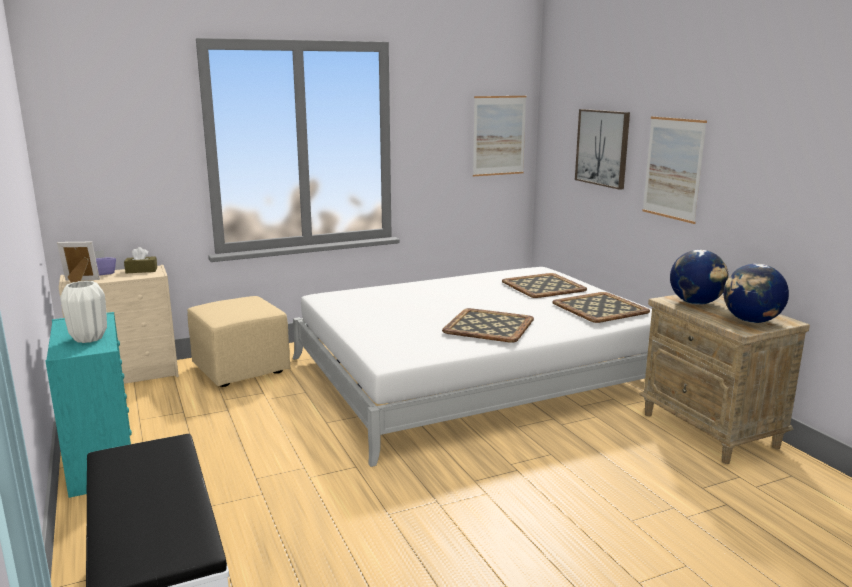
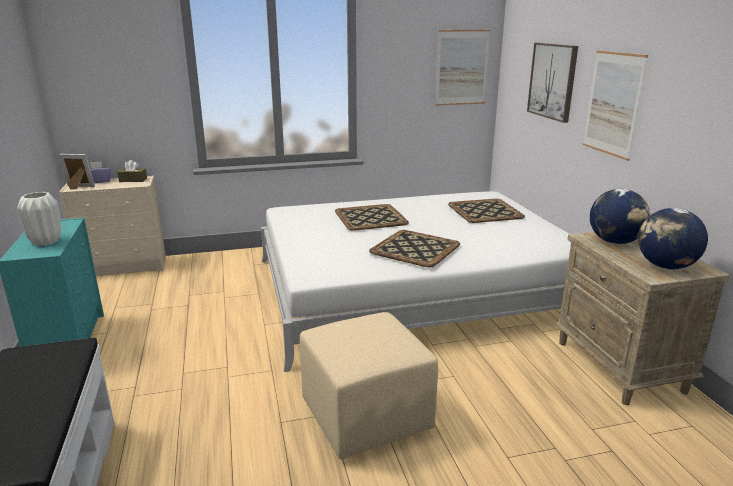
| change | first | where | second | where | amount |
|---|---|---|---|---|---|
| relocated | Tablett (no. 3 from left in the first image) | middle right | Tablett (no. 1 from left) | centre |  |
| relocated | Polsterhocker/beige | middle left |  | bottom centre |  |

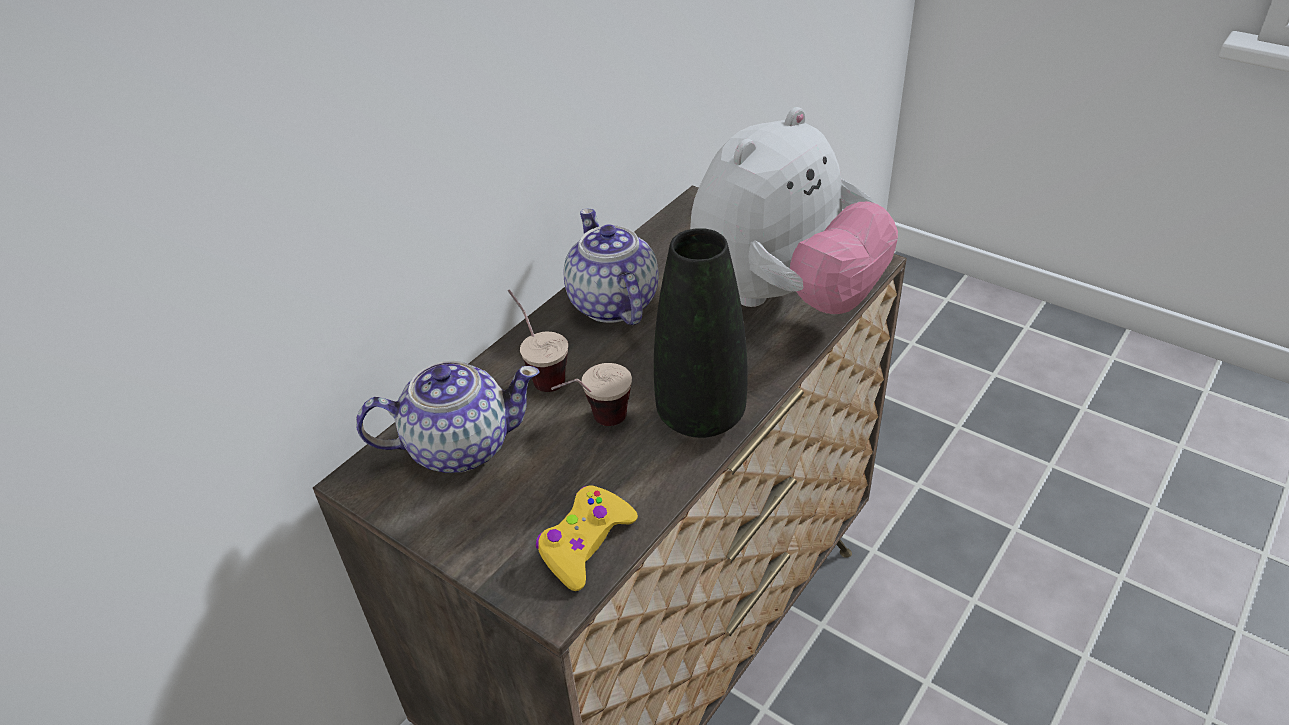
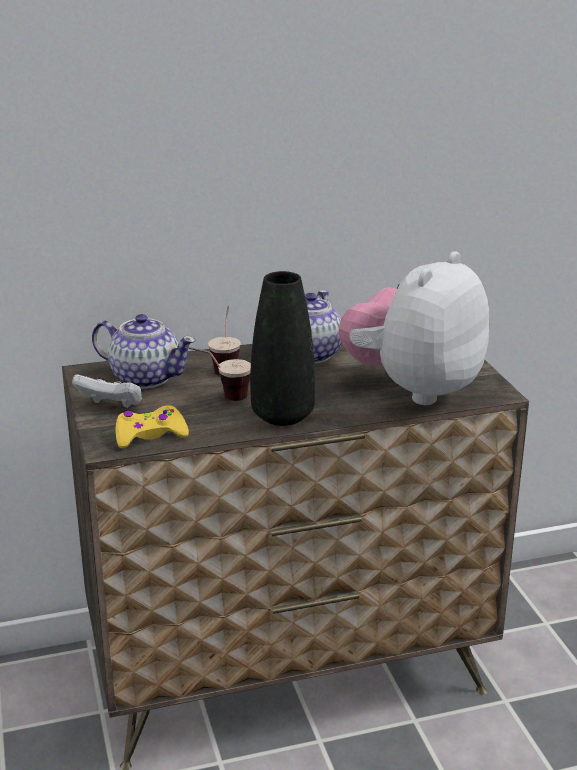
| change | first | where | second | where | amount |
|---|---|---|---|---|---|
| spun | Plüschtier | top centre |  | middle right | 135 degrees clockwise |
| appeared |  |  | Gamepad/weiß | middle left |  |

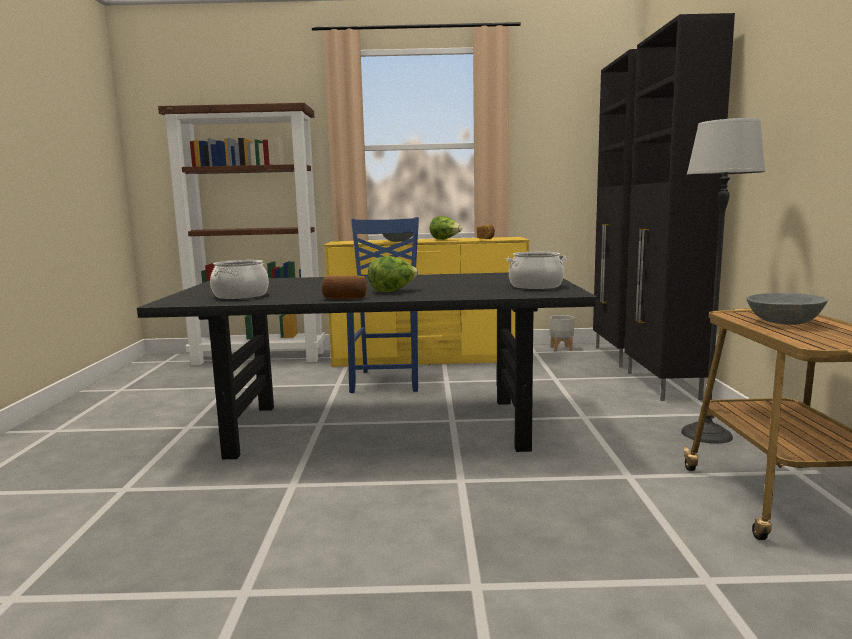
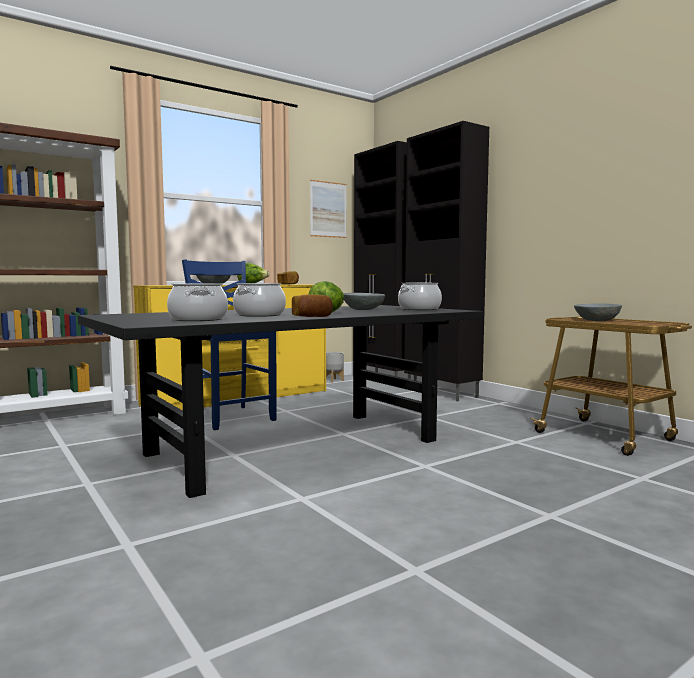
| change | first | where | second | where | amount |
|---|---|---|---|---|---|
| missing | Stehlampe | middle right |  |  |  |
| appeared |  |  | Bild | top centre |  |
| appeared |  |  | Kochtopf (no. 2 from left) | centre |  |
| appeared |  |  | Schüssel/grau (no. 2 from left) | centre |  |

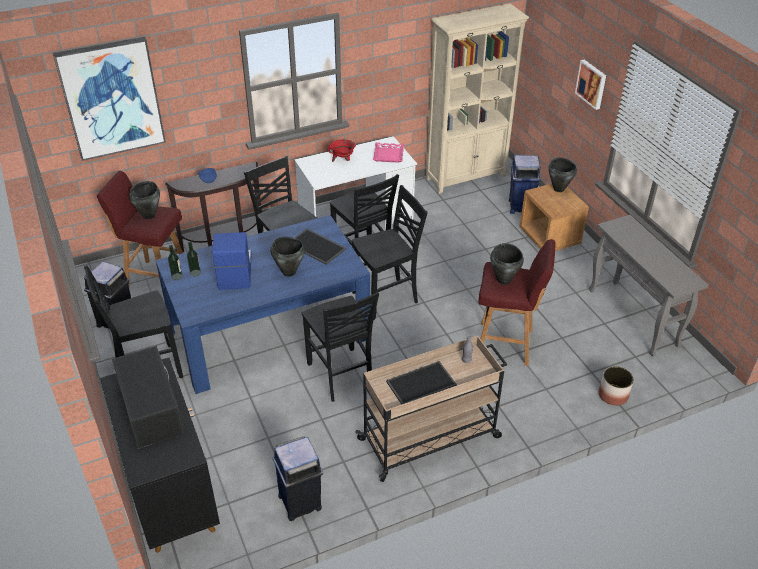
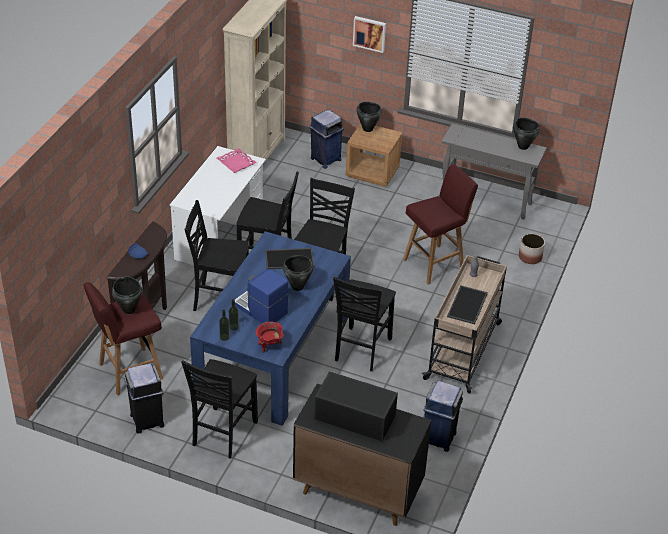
| change | first | where | second | where | amount |
|---|---|---|---|---|---|
| missing | Bild (no. 1 from left) | top left |  |  |  |
| relocated | Kochtopf/rot | top centre |  | centre |  |
| relocated | Kochtopf/schwarz (no. 3 from left in the first image) | middle right | Kochtopf/schwarz (no. 4 from left) | top right |  |
| spun | Stuhl/schwarz (no. 3 from left in the first image) | centre | Stuhl/schwarz (no. 5 from left) | centre | 90 degrees clockwise |

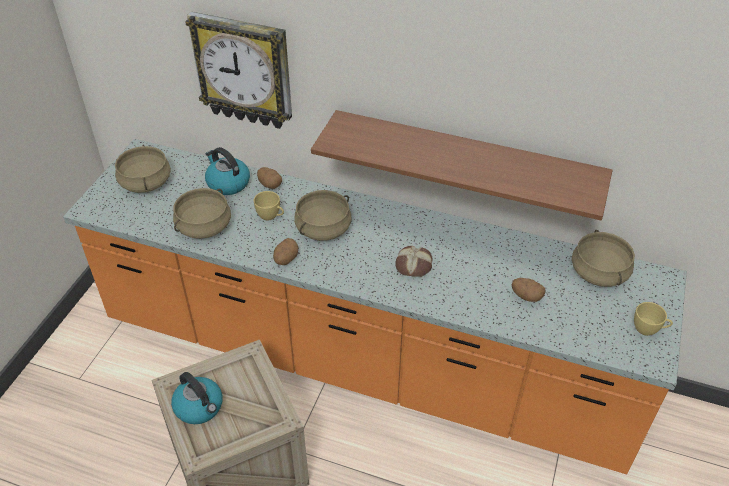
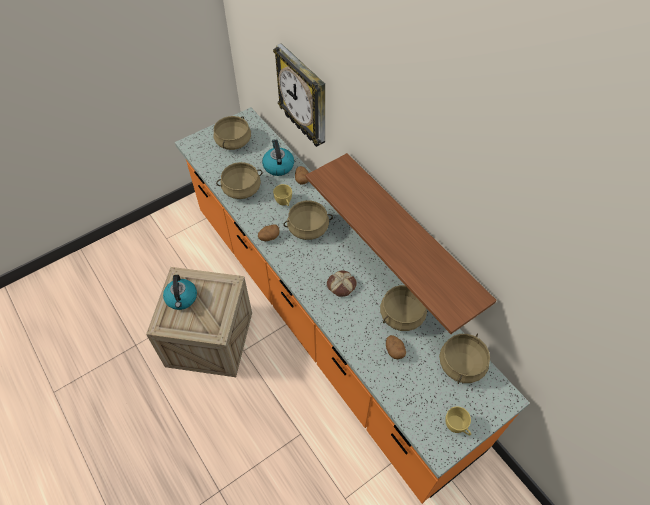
| change | first | where | second | where | amount |
|---|---|---|---|---|---|
| appeared |  |  | Kochtopf/beige (no. 4 from left) | centre |  |

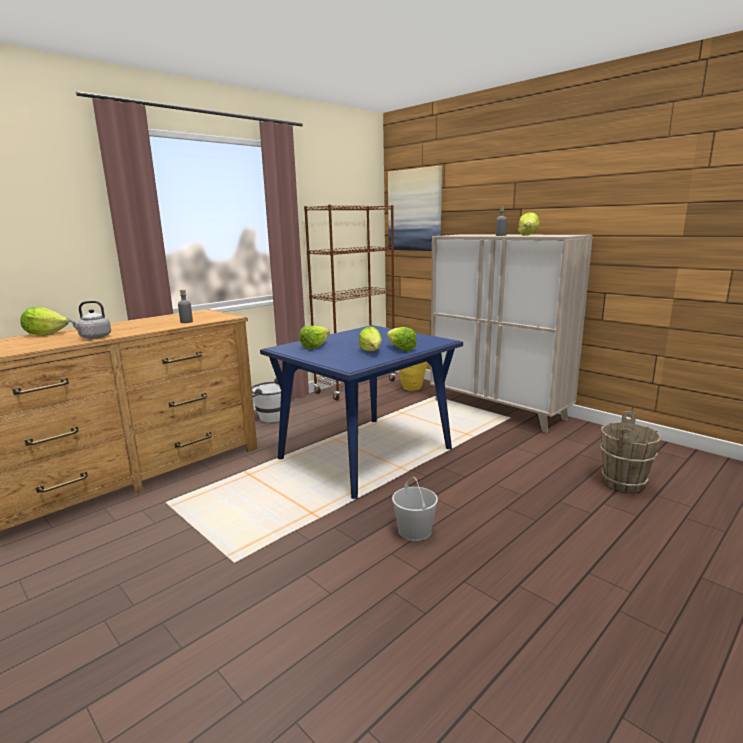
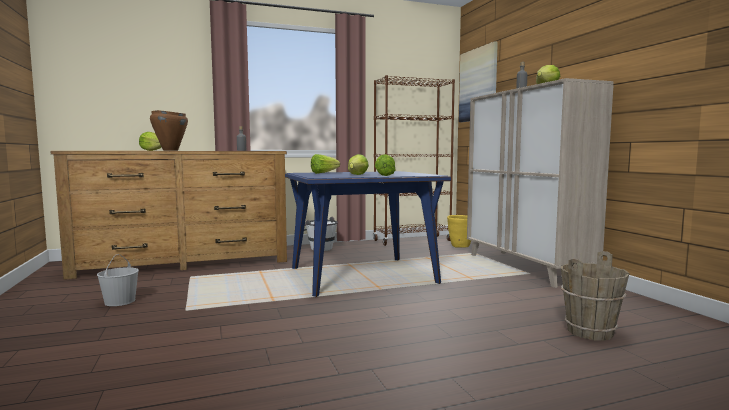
| change | first | where | second | where | amount |
|---|---|---|---|---|---|
| exchanged | Wasserkessel/grau | middle left | Kochtopf/braun | top left |  |
| relocated | Eimer/weiß (no. 2 from left in the first image) | bottom centre | Eimer/weiß (no. 1 from left) | bottom left |  |

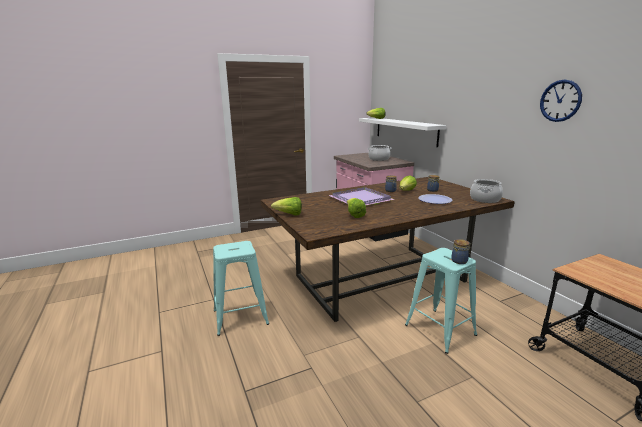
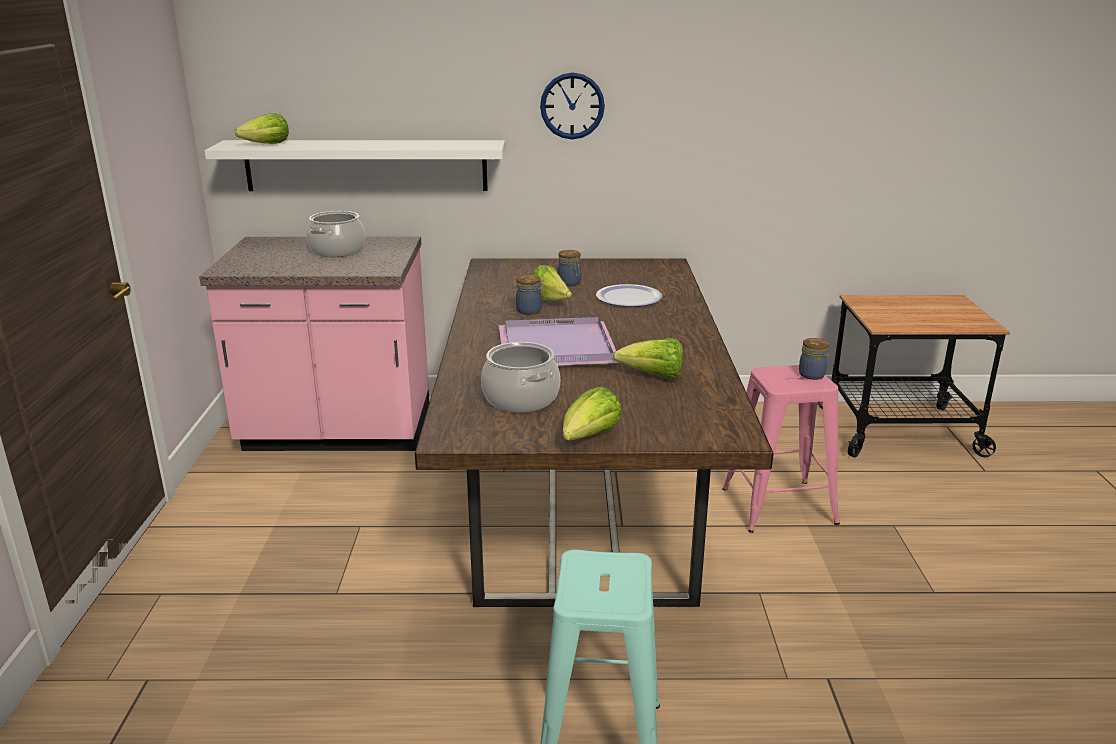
| change | first | where | second | where | amount |
|---|---|---|---|---|---|
| relocated | Wanduhr | top right |  | top centre |  |
| relocated | Kochtopf (no. 2 from left) | middle right |  | centre |  |
| colour | Hocker/türkis (no. 2 from left) | bottom right | Hocker/rosa | middle right |  |

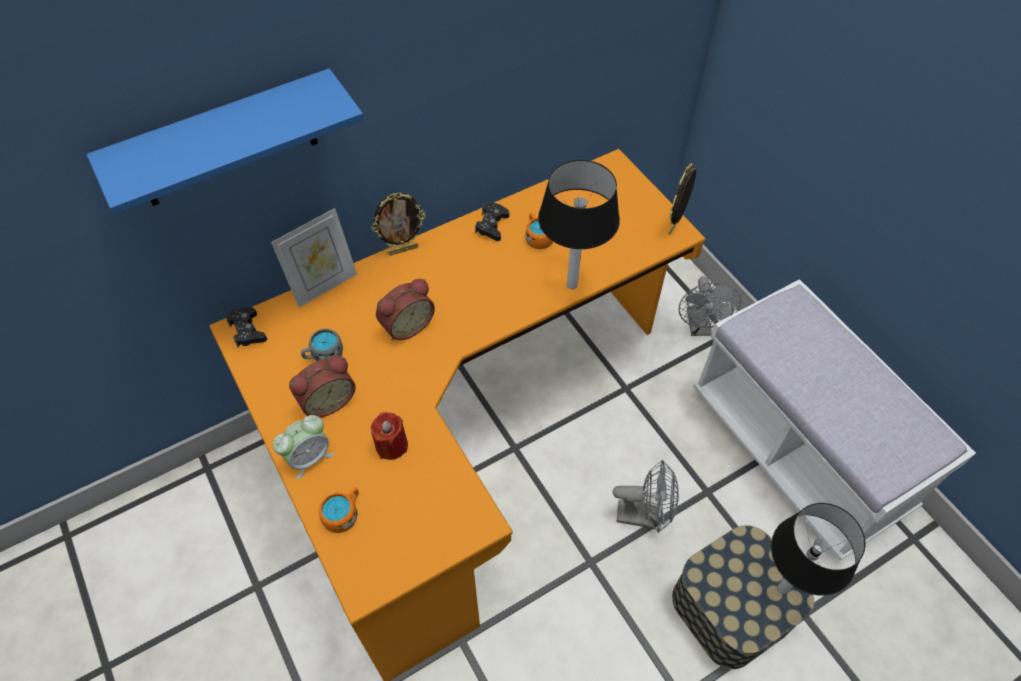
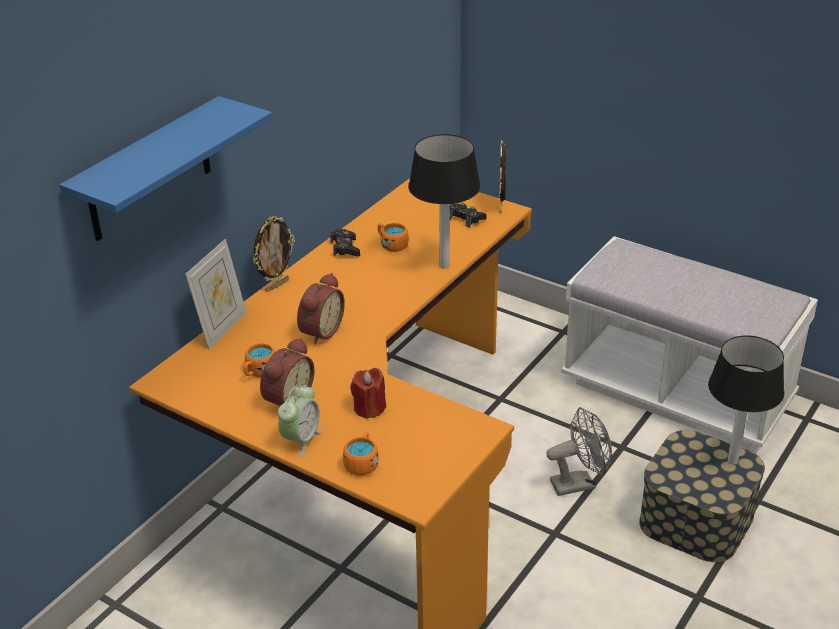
| change | first | where | second | where | amount |
|---|---|---|---|---|---|
| missing | Ventilator/grau (no. 2 from left) | middle right |  |  |  |
| relocated | Gamepad/schwarz (no. 1 from left in the first image) | middle left | Gamepad/schwarz (no. 2 from left) | centre |  |
| colour | Henkelbecher/grau | middle left | Henkelbecher/orange (no. 1 from left) | middle left |  |

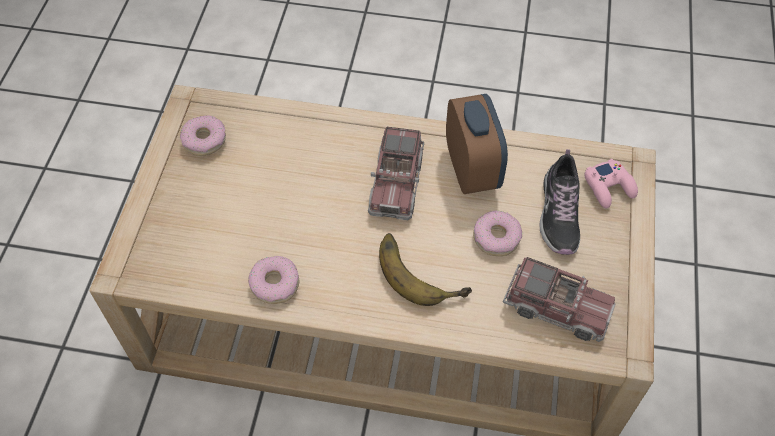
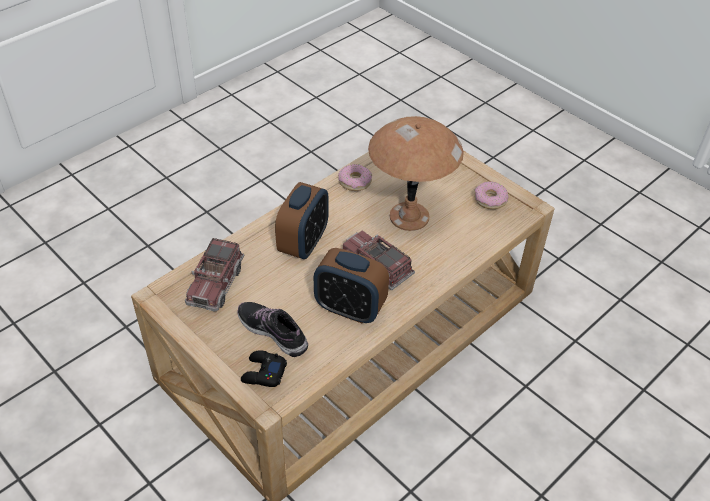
| change | first | where | second | where | amount |
|---|---|---|---|---|---|
| colour | Gamepad/rosa | middle right | Gamepad/schwarz | bottom centre |  |
| missing | Donut (no. 3 from left) | centre |  |  |  |
| exchanged | Banane | centre | Wecker (no. 1 from left) | centre |  |
| spun | Spielzeuglaster (no. 2 from left in the first image) | bottom right | Spielzeuglaster (no. 1 from left) | middle left | 45 degrees counterclockwise |
| appeared |  |  | Tischlampe/braun | centre |  |

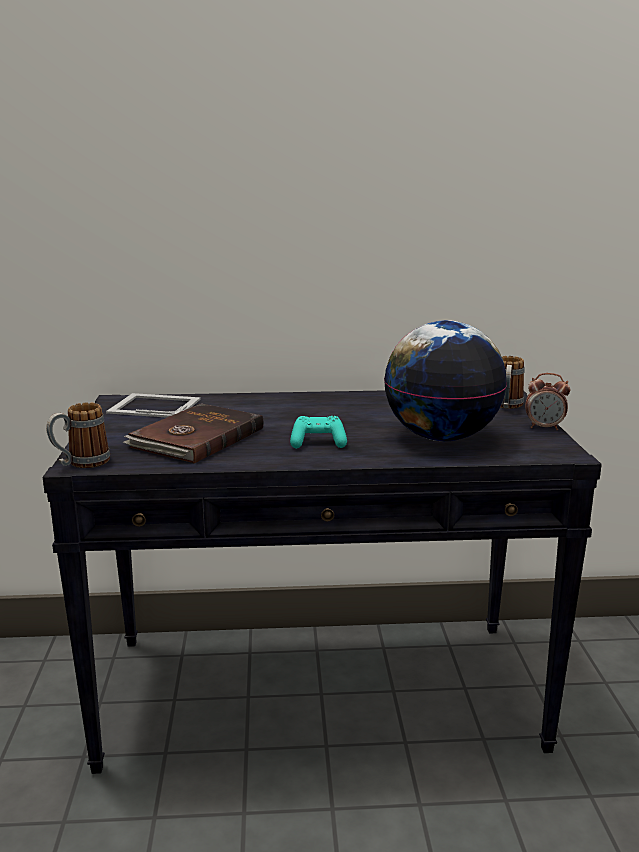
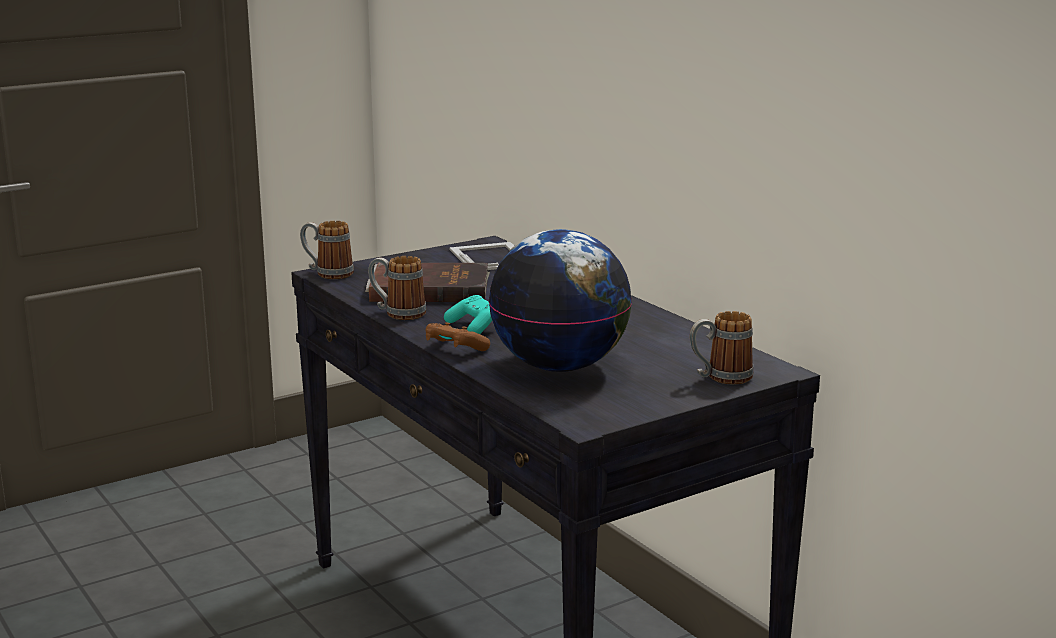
| change | first | where | second | where | amount |
|---|---|---|---|---|---|
| missing | Wecker | middle right |  |  |  |
| appeared |  |  | Henkelbecher (no. 2 from left) | centre |  |
| appeared |  |  | Gamepad/braun | centre |  |

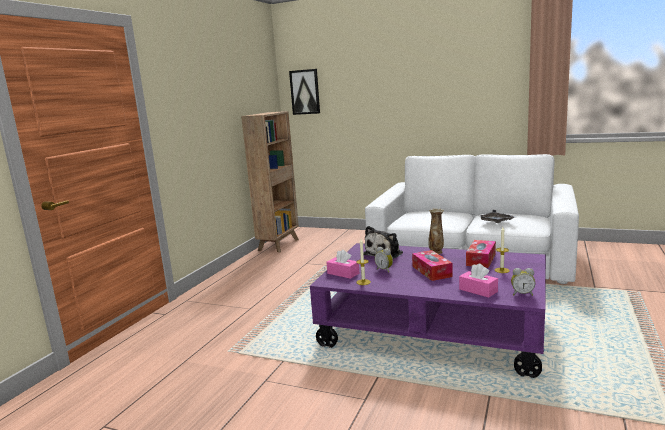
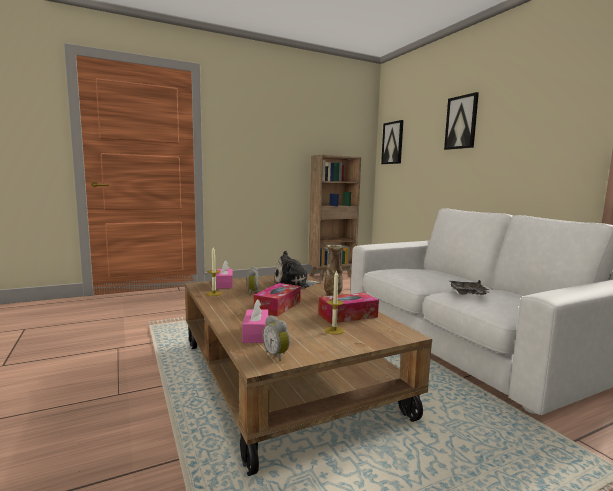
| change | first | where | second | where | amount |
|---|---|---|---|---|---|
| colour | Couchtisch/lila | bottom centre | Couchtisch/braun | bottom centre |  |
| appeared |  |  | Bild (no. 2 from left) | top right |  |

